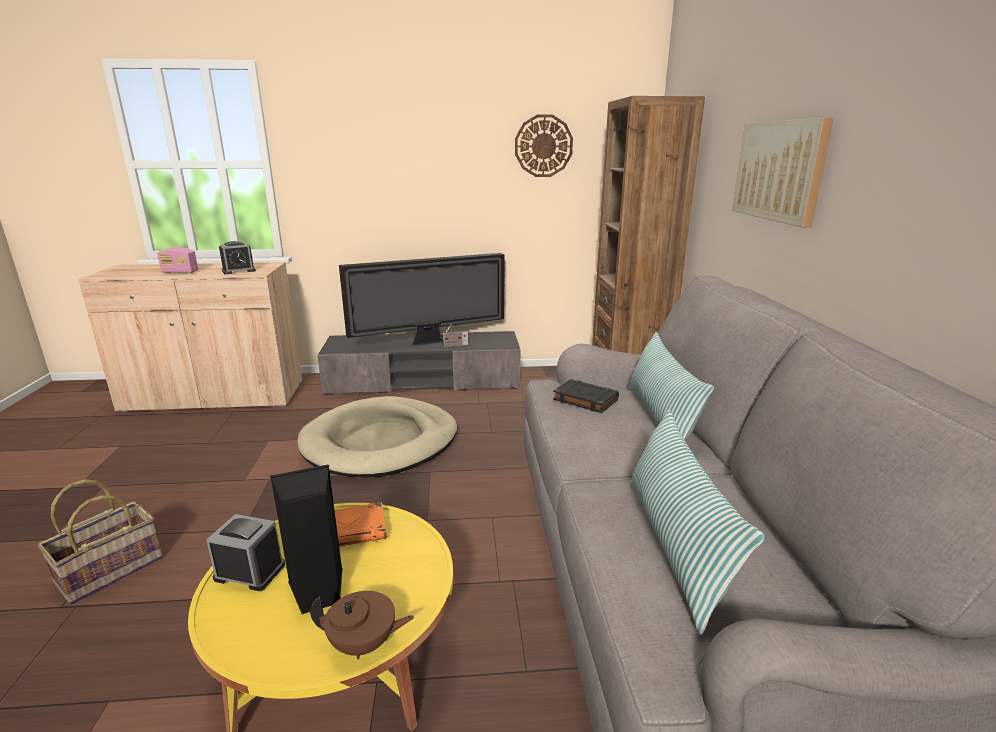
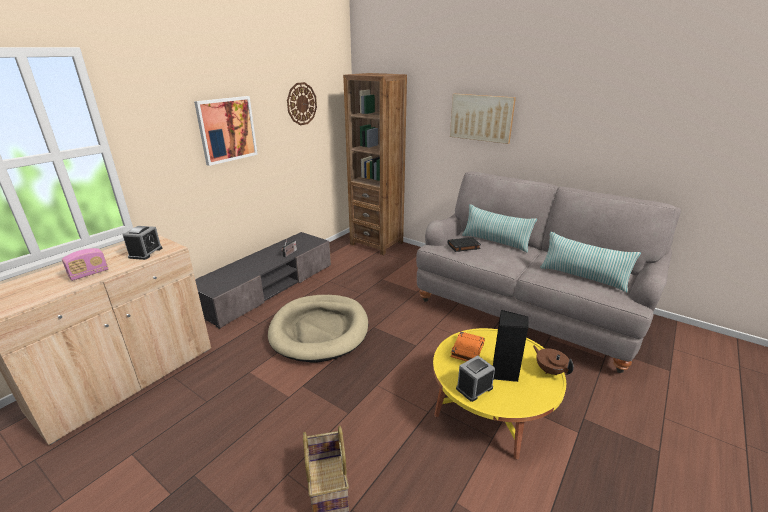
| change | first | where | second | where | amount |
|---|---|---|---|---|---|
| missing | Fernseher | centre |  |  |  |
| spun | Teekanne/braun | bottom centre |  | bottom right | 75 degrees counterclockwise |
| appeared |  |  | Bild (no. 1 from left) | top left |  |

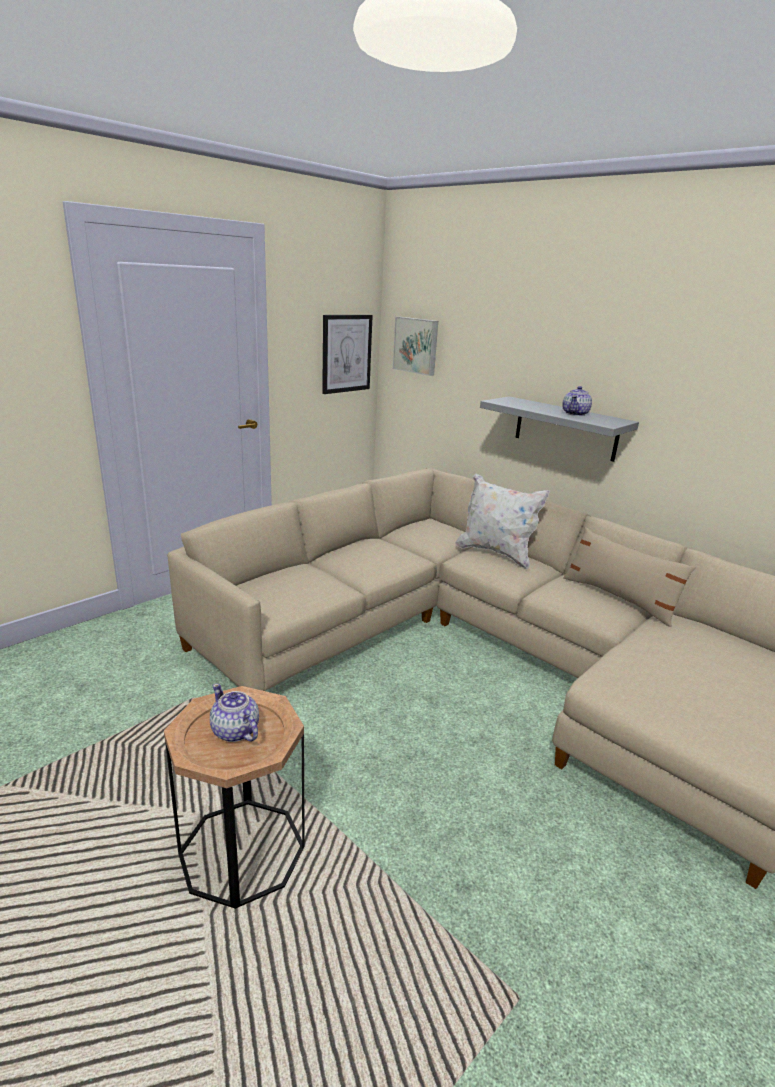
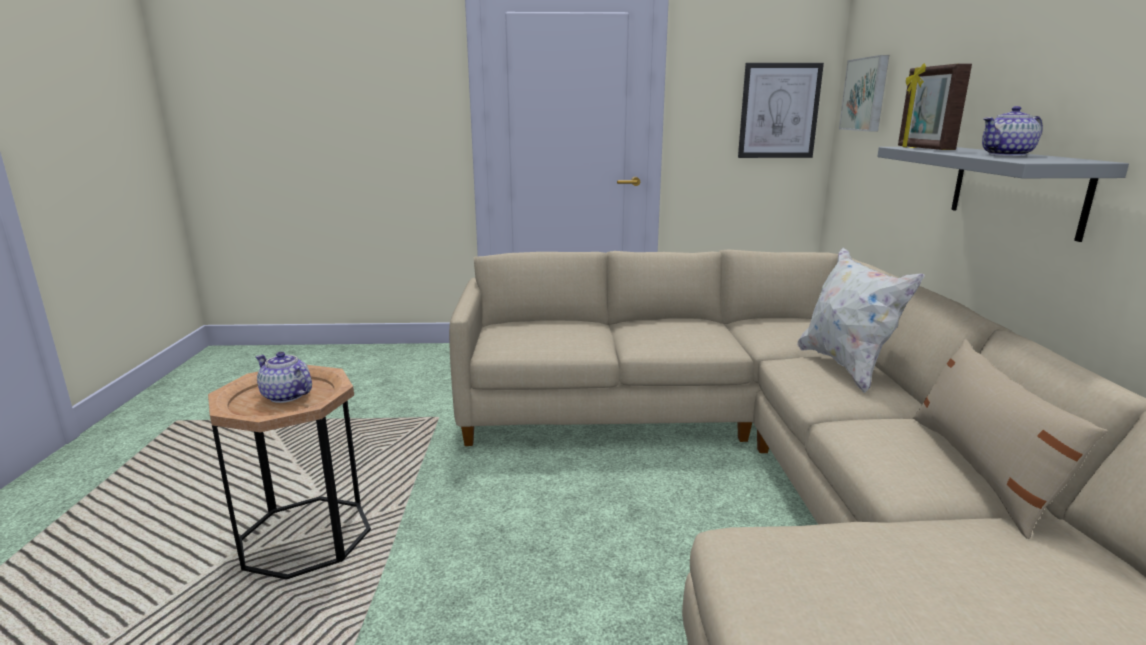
| change | first | where | second | where | amount |
|---|---|---|---|---|---|
| spun | Teekanne (no. 1 from left) | middle left |  | middle left | 60 degrees counterclockwise |
| appeared |  |  | Bilderrahmen | top right |  |

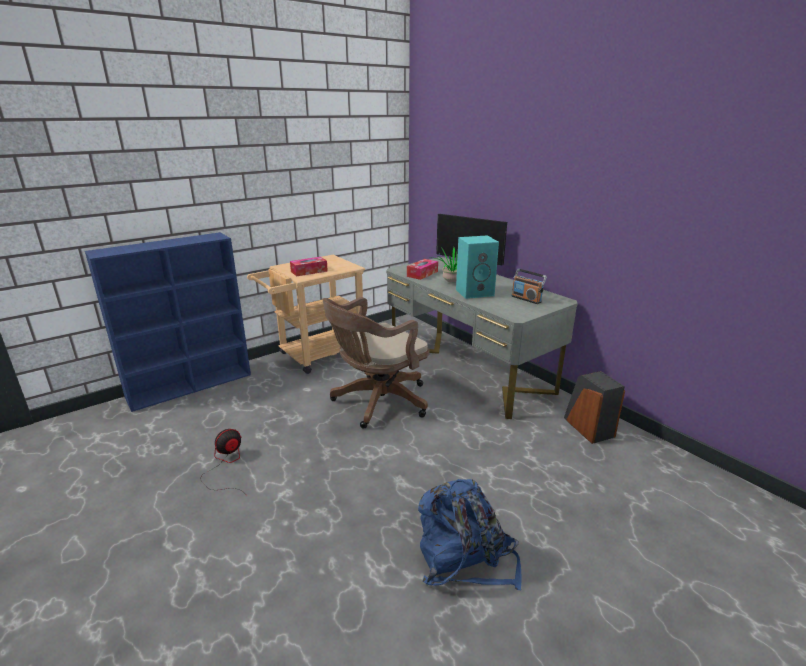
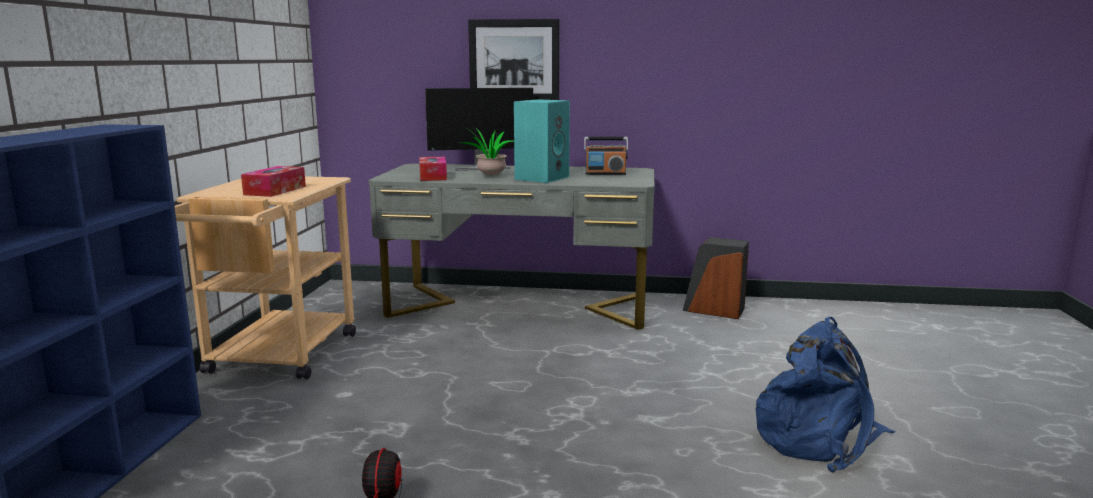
| change | first | where | second | where | amount |
|---|---|---|---|---|---|
| missing | Bürostuhl/braun | centre |  |  |  |
| appeared |  |  | Bild | top centre |  |

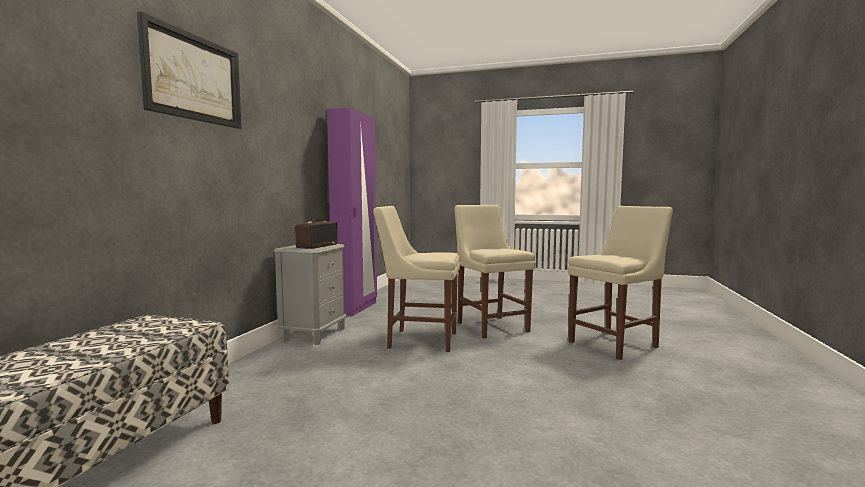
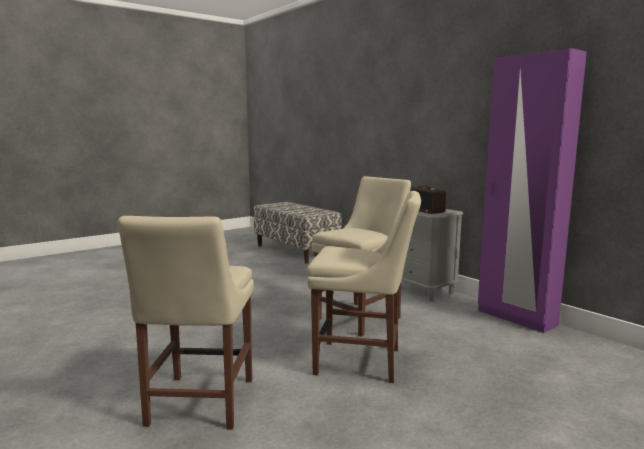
| change | first | where | second | where | amount |
|---|---|---|---|---|---|
| missing | Bild | top left |  |  |  |

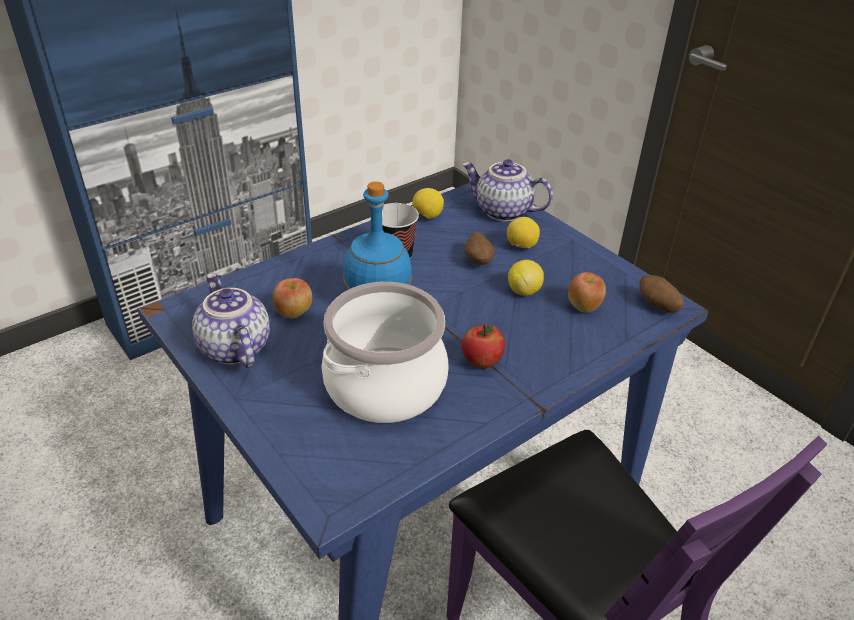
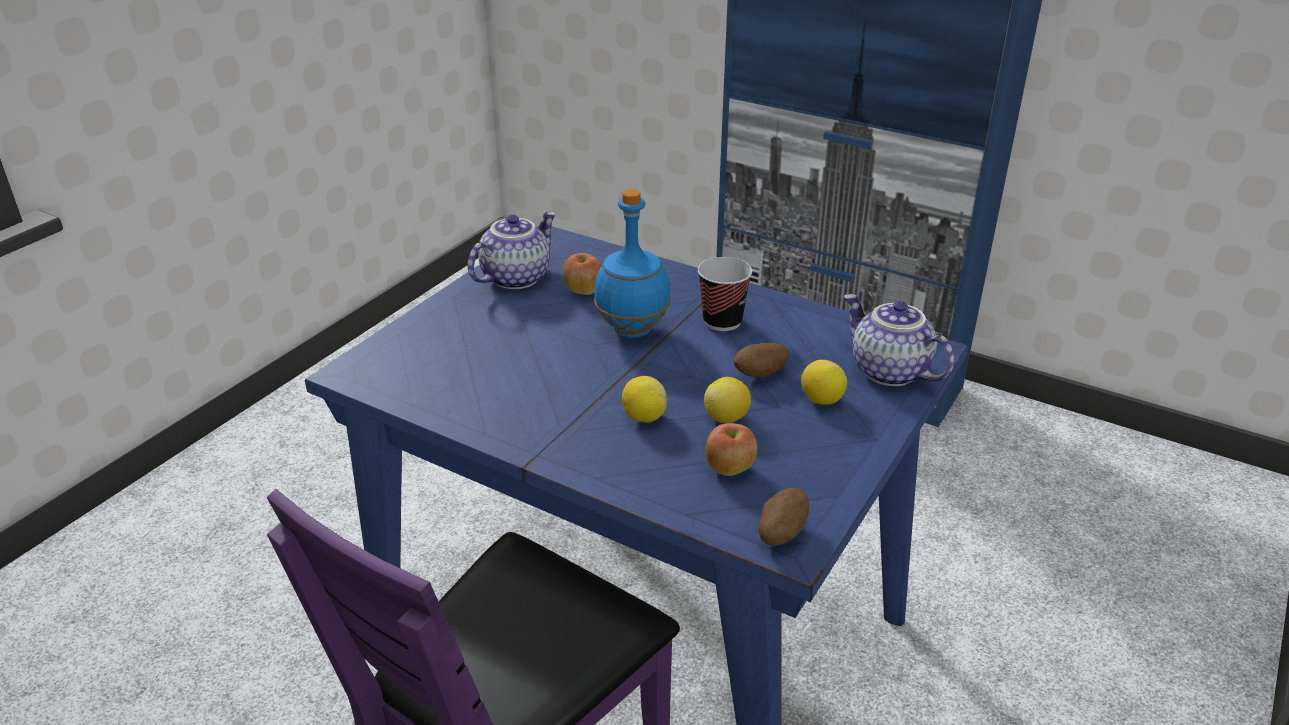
| change | first | where | second | where | amount |
|---|---|---|---|---|---|
| spun | Teekanne (no. 2 from left) | top centre |  | middle right | 45 degrees counterclockwise |
| relocated | Zitrone (no. 1 from left) | top centre |  | centre |  |
| missing | Kochtopf | centre |  |  |  |
| missing | Apfel (no. 2 from left) | centre |  |  |  |

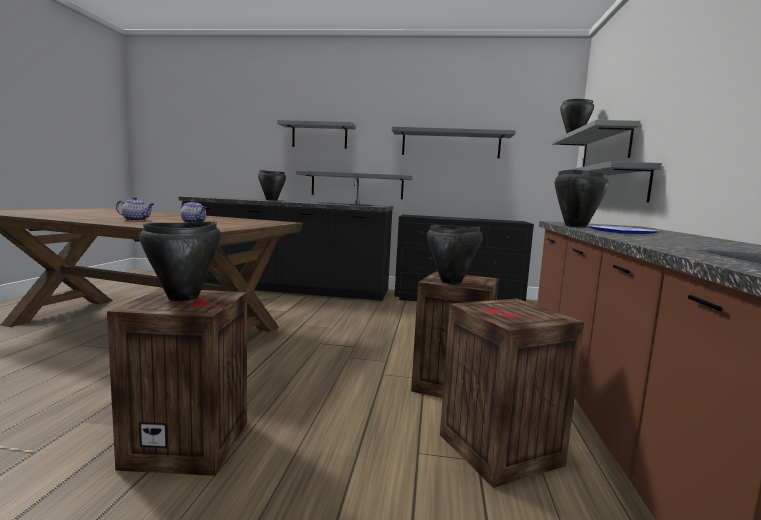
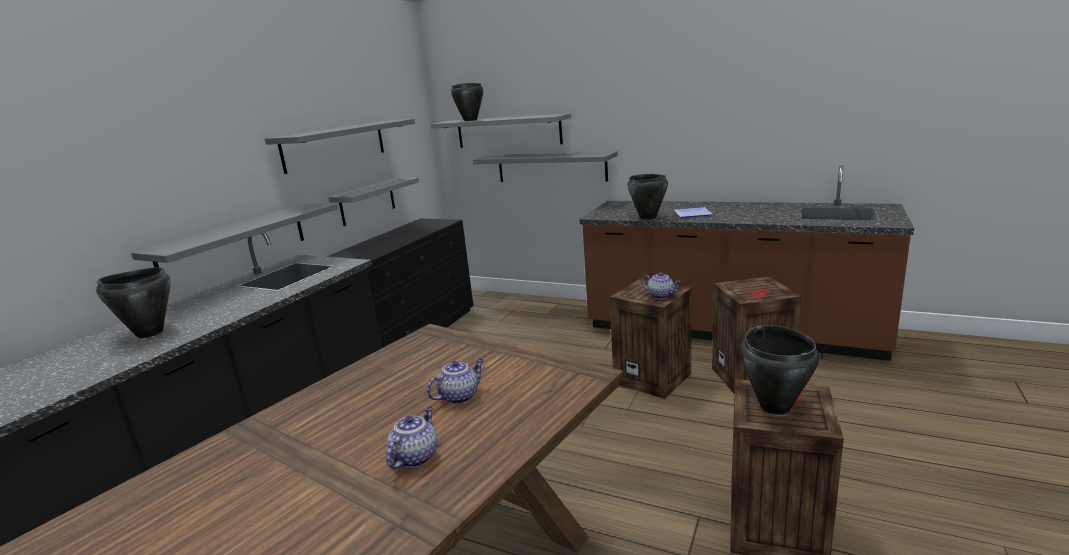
| change | first | where | second | where | amount |
|---|---|---|---|---|---|
| relocated | Wandregal/grau (no. 1 from left in the first image) | top centre | Wandregal/grau (no. 3 from left) | centre |  |
| exchanged | Kochtopf/schwarz (no. 3 from left) | centre | Teekanne (no. 3 from left) | centre |  |

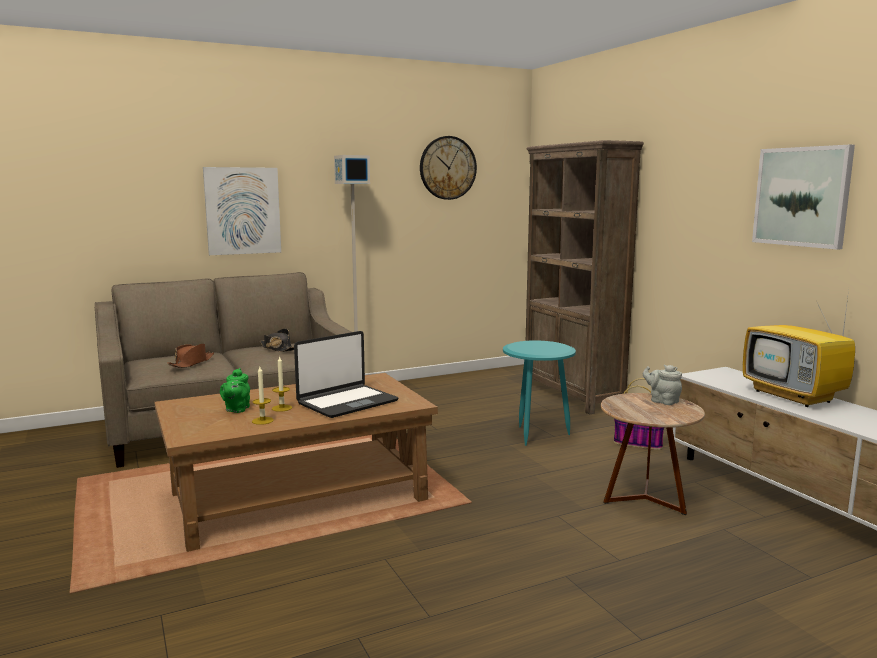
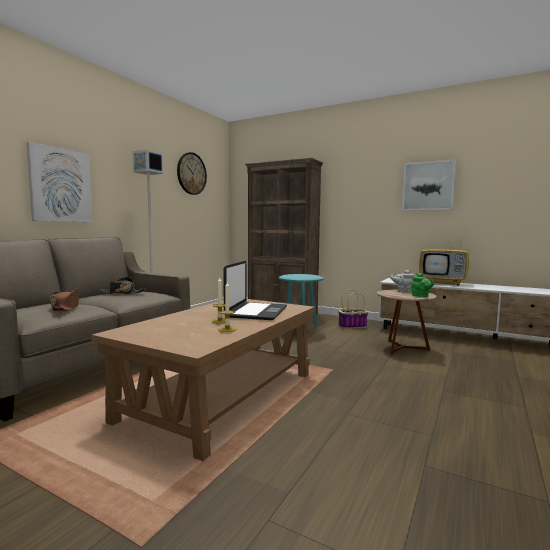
| change | first | where | second | where | amount |
|---|---|---|---|---|---|
| relocated | Teekanne/grün | middle left |  | middle right |  |

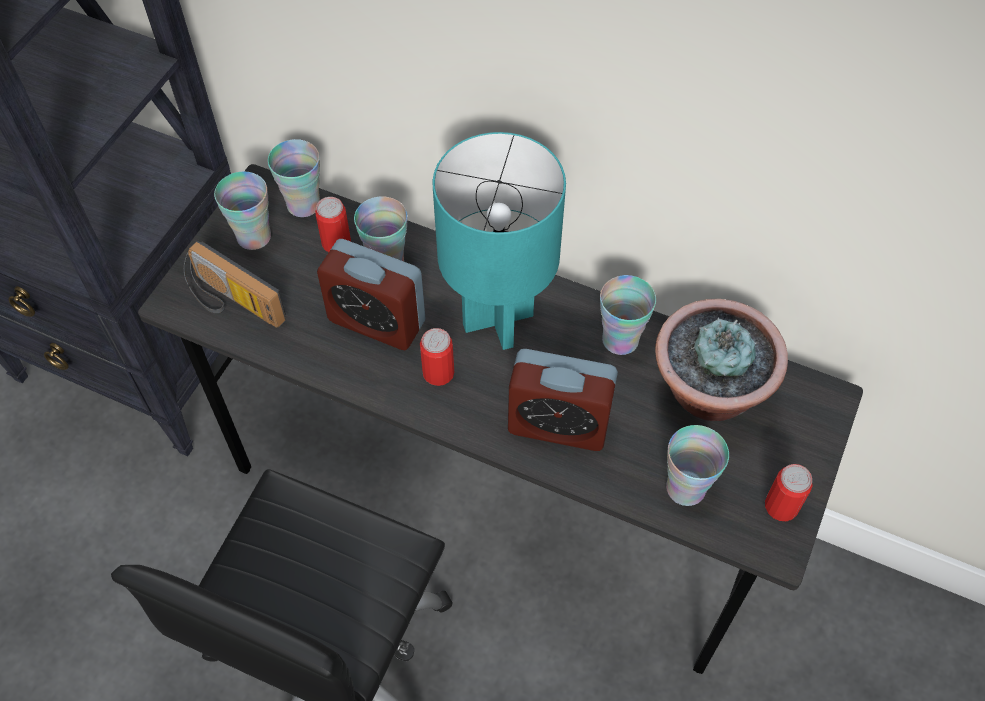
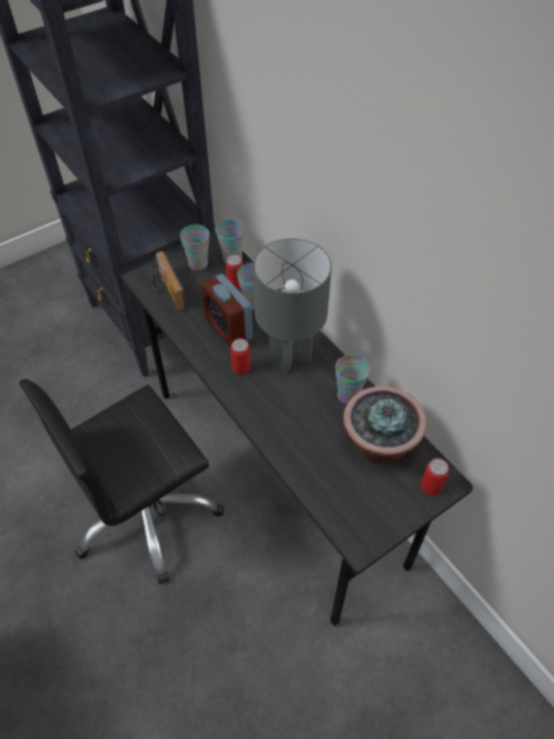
| change | first | where | second | where | amount |
|---|---|---|---|---|---|
| colour | Tischlampe/türkis | centre | Tischlampe/grau | centre |  |
| missing | Wecker (no. 2 from left) | centre |  |  |  |
| missing | Tasse (no. 5 from left) | middle right |  |  |  |
| relocated | Dose (no. 3 from left) | bottom right |  | middle right |  |

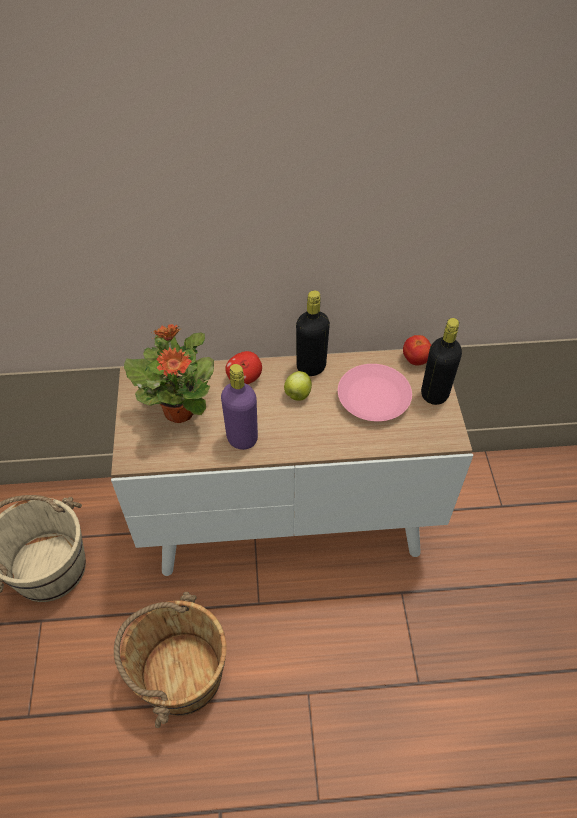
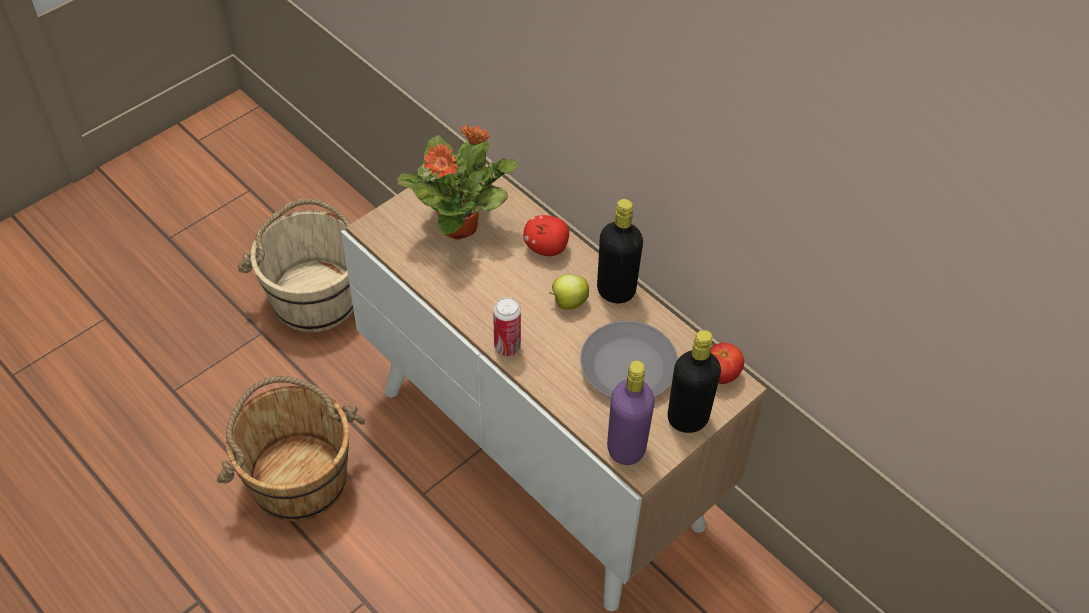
| change | first | where | second | where | amount |
|---|---|---|---|---|---|
| relocated | Flasche/lila | centre |  | bottom centre |  |
| colour | Teller/rosa | centre | Teller/grau | centre |  |
| appeared |  |  | Dose | centre |  |

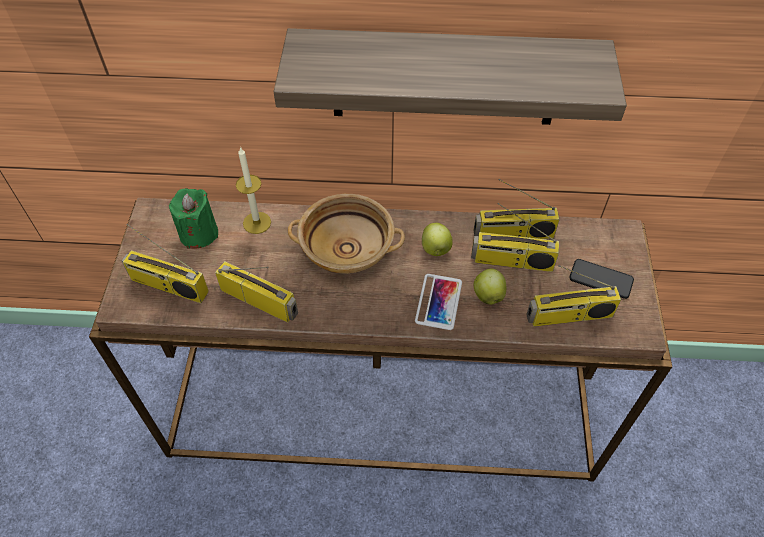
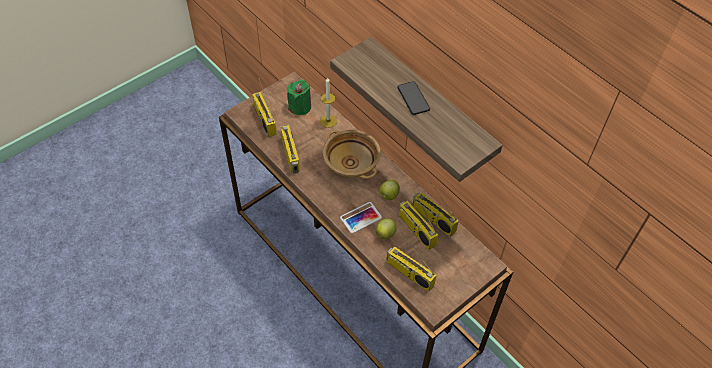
| change | first | where | second | where | amount |
|---|---|---|---|---|---|
| relocated | Handy (no. 2 from left) | middle right |  | top centre |  |

